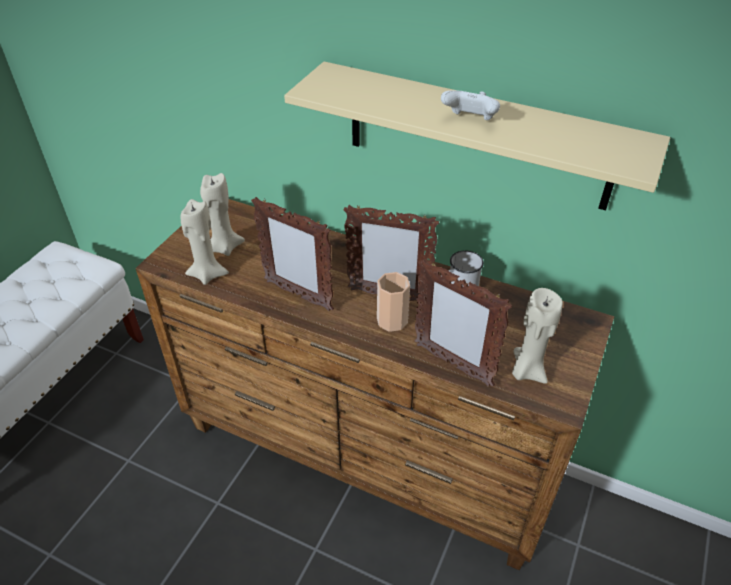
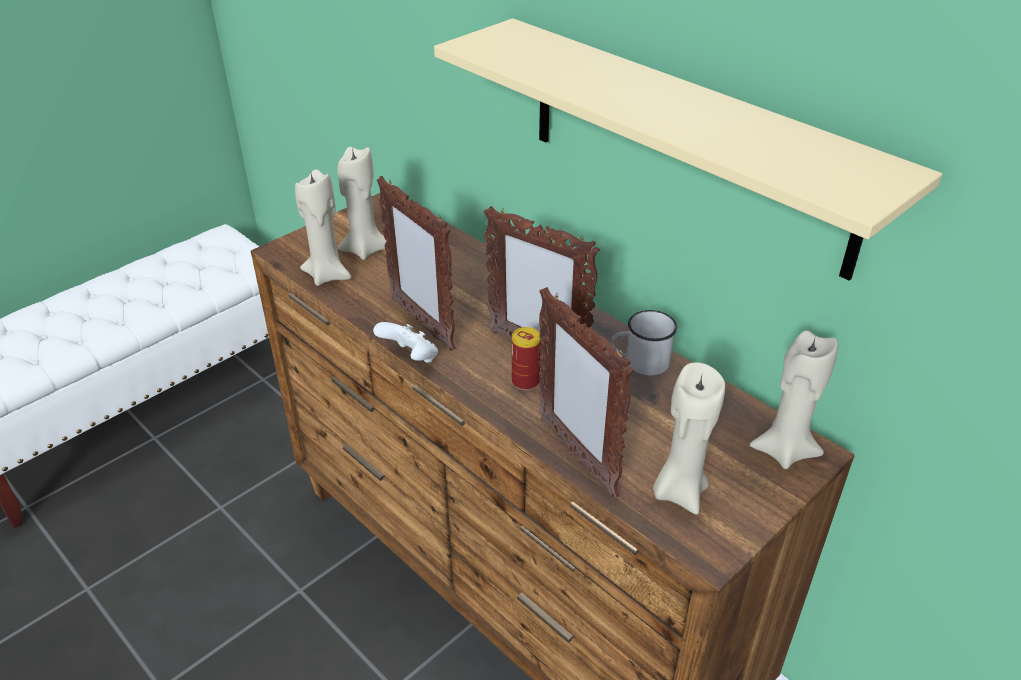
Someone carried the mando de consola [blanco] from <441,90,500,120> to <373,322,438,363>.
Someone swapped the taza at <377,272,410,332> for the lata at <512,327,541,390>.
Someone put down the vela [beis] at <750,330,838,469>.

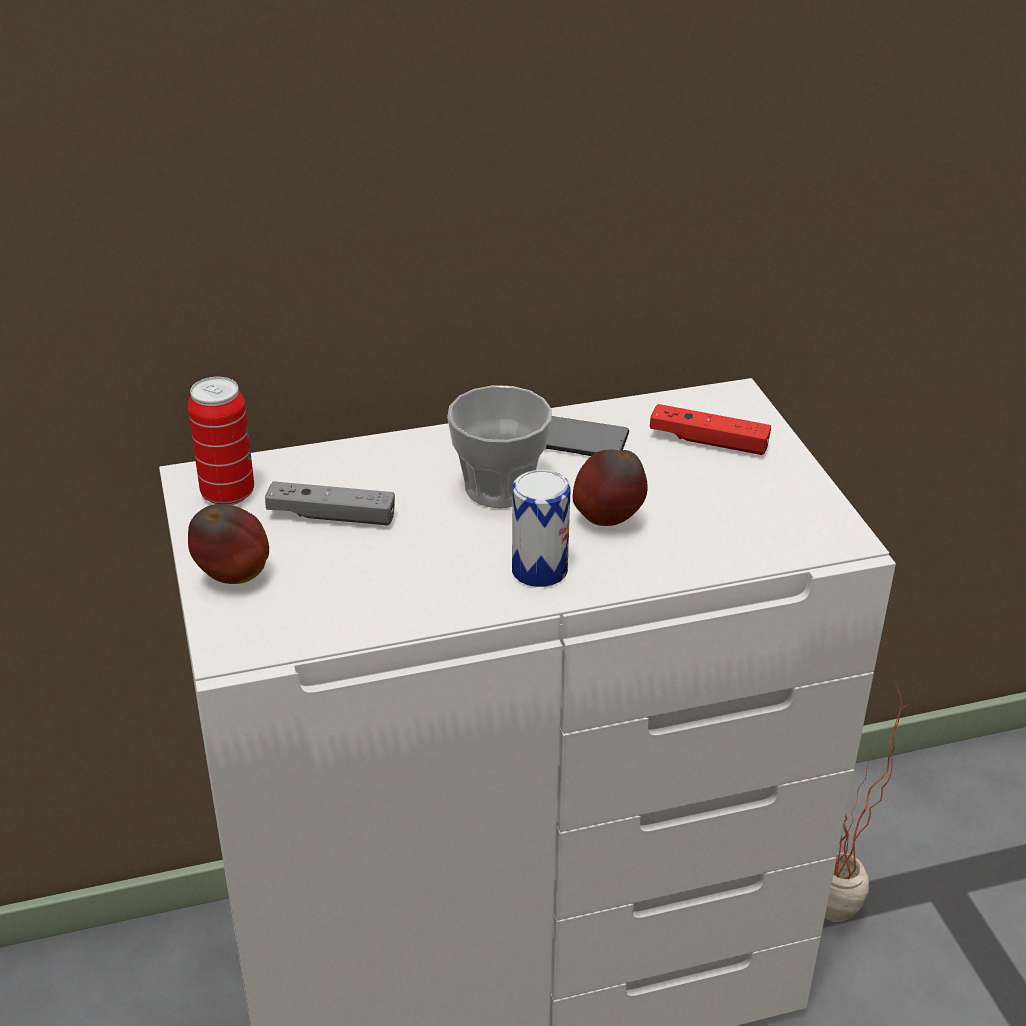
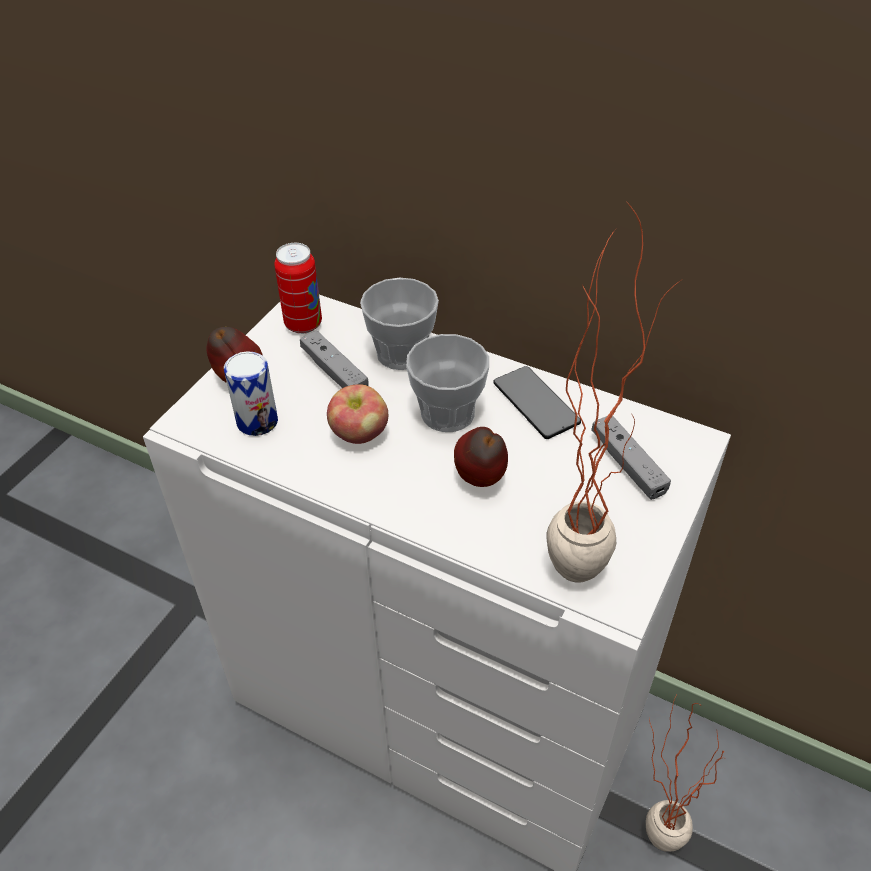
Someone carried the lata from <512,470,571,587> to <224,351,278,436>.
Someone put down the manzana at <327,384,388,444>.
Someone put down the taza at <360,278,439,370>.
Someone put down the planta en maceta at <547,204,680,583>.
Someone repainted the mando de consola [rojo] at <650,404,771,455>, which became the mando de consola [gris] at <591,416,671,500>.

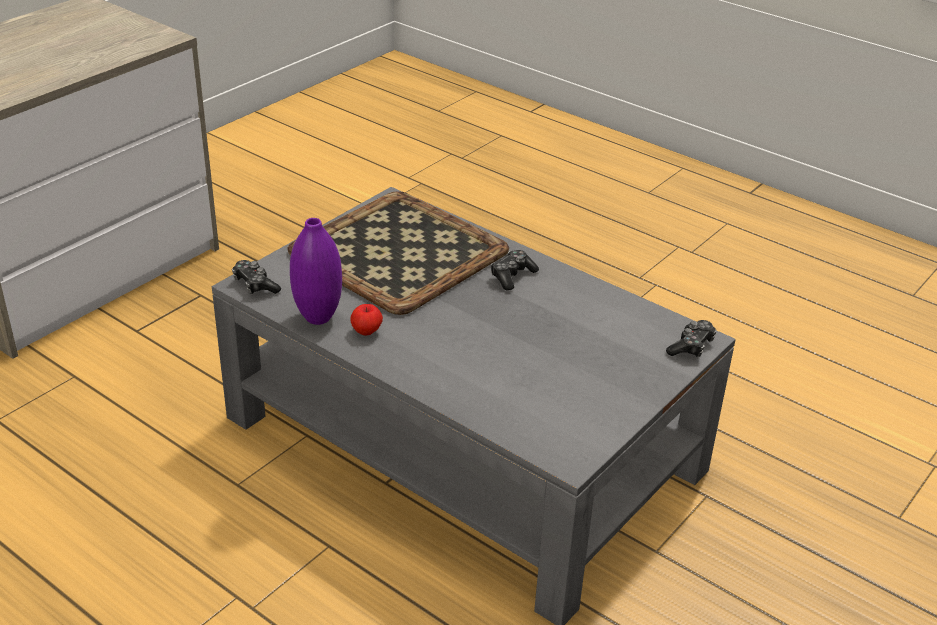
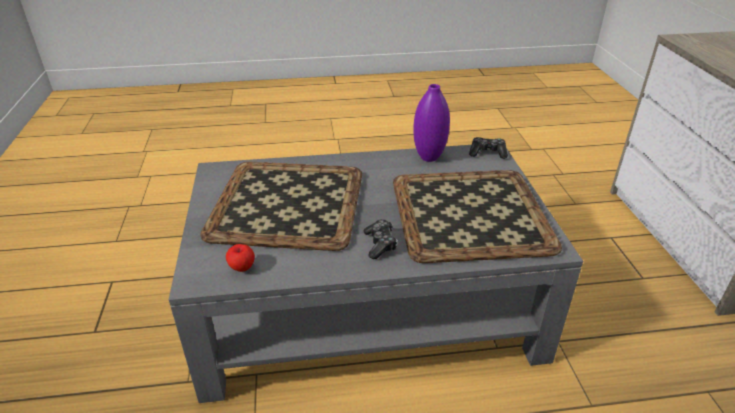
Someone put down the bandeja at <200,162,362,251>.
Someone carried the manzana from <350,304,383,336> to <226,244,255,272>.
Someone took away the mando de consola at <666,320,717,357>.

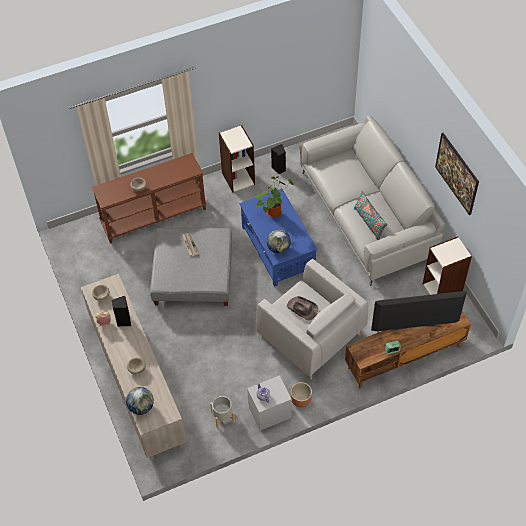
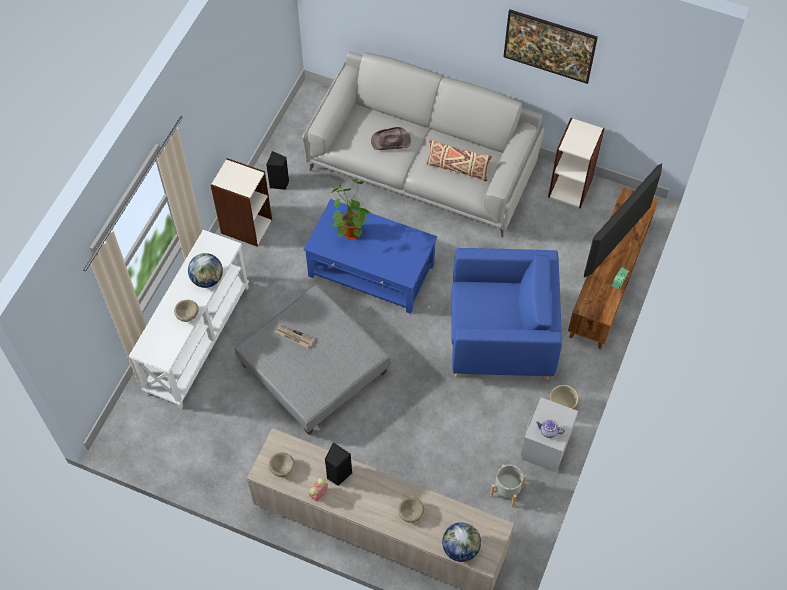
Someone repainted the mesa consola [marrón] at <92,153,206,244>, which became the mesa consola [blanco] at <129,230,249,409>.
Someone carried the globo terráqueo from <267,229,291,254> to <188,253,223,288>.
Someone carried the sombrero [marrón] from <287,296,318,321> to <371,127,411,150>.
Someone repainted the cojín [turquesa] at <354,191,387,240>, which became the cojín [beis] at <427,139,492,182>.
Someone repainted the sillón [gris] at <256,259,368,380>, which became the sillón [azul] at <451,248,562,380>.

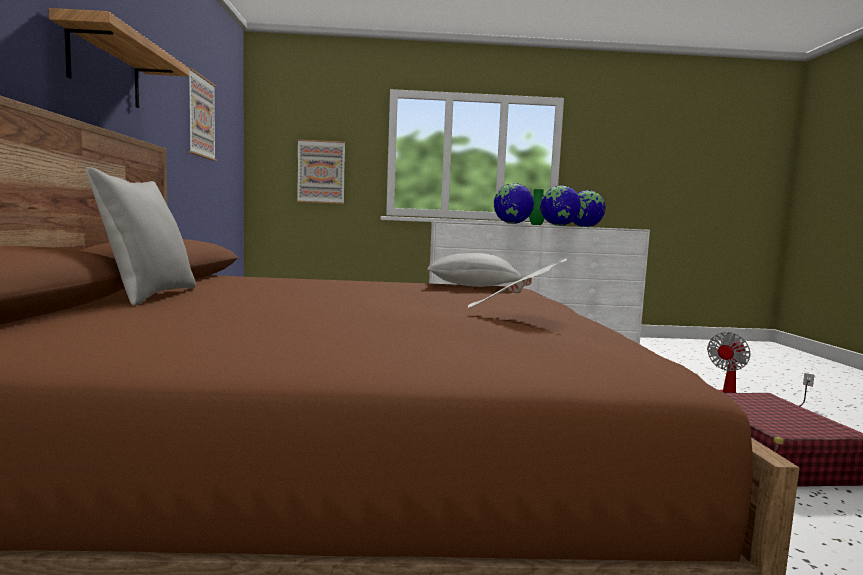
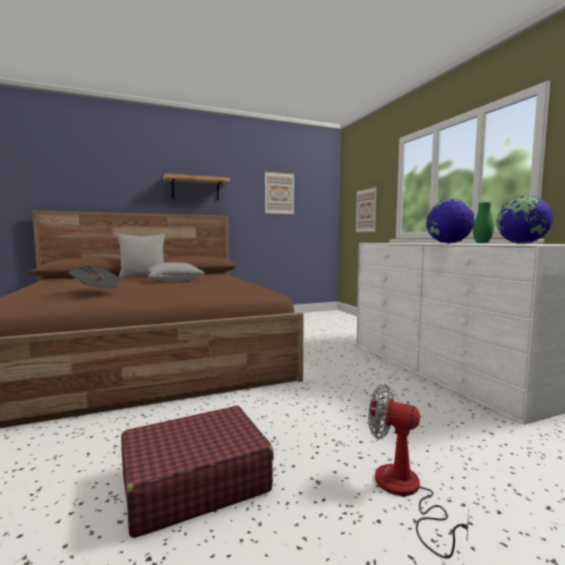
Someone carried the cojín [gris] from <428,253,522,287> to <148,262,204,282>.
Someone took away the globo terráqueo at <494,183,534,224>.

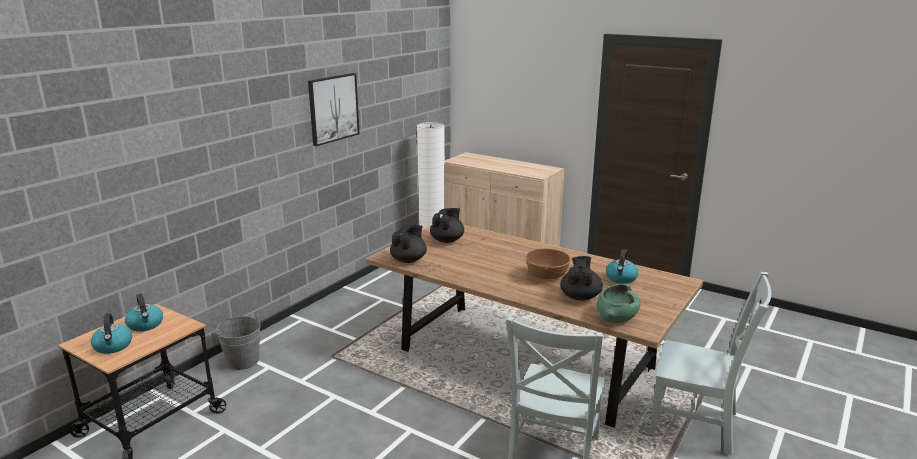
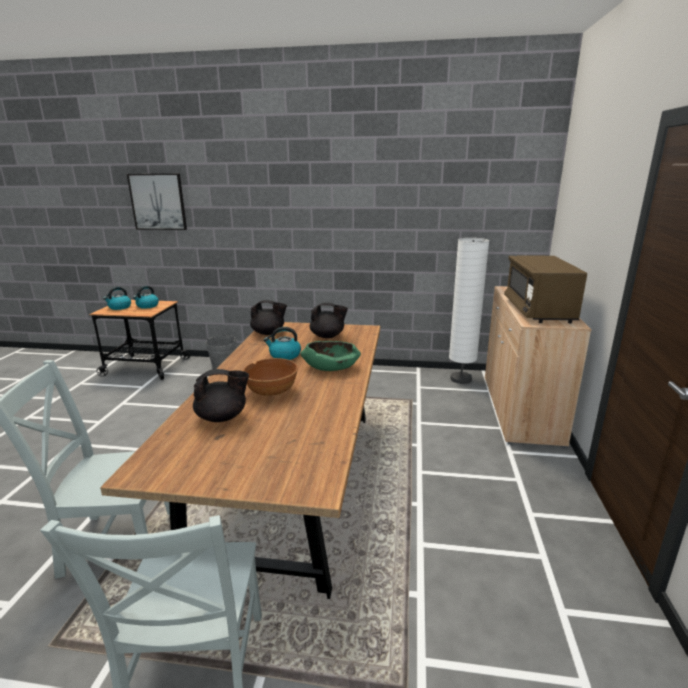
Someone carried the cuadro from <308,73,360,146> to <127,174,187,230>.
Someone carried the hervidor from <606,249,638,283> to <264,327,301,360>.
Someone carried the cuenco [verde] from <596,284,641,323> to <301,341,361,371>.
Someone put down the microondas [marrón] at <504,256,587,324>.

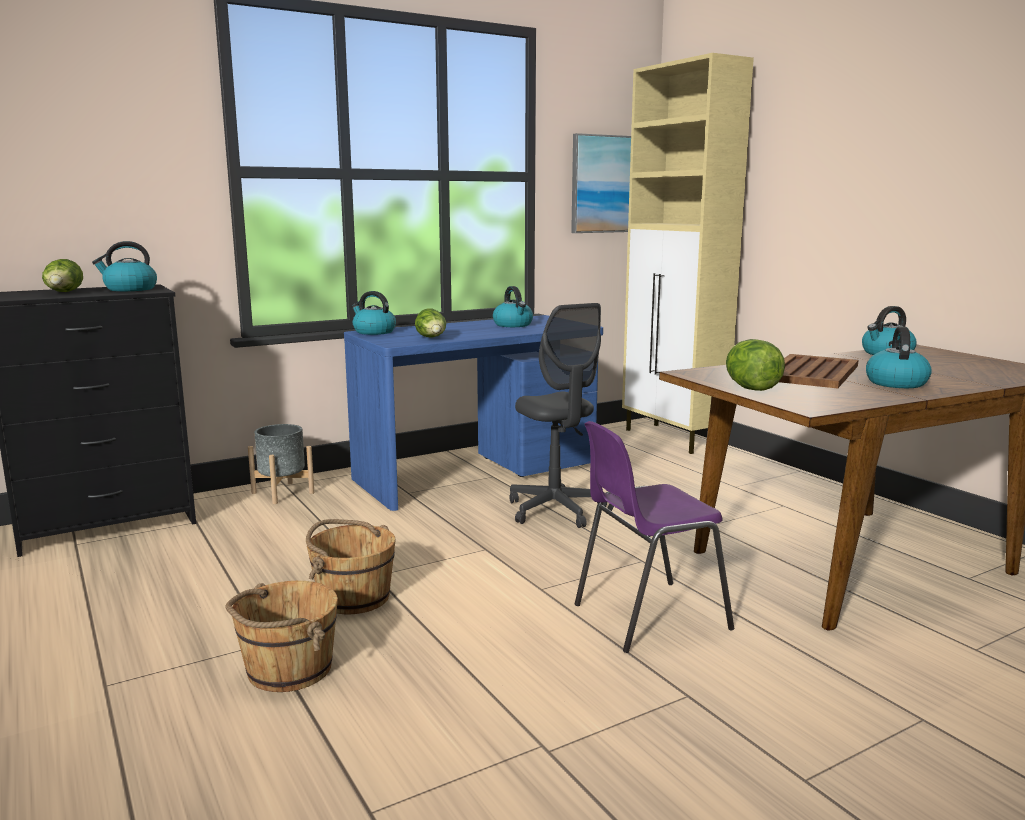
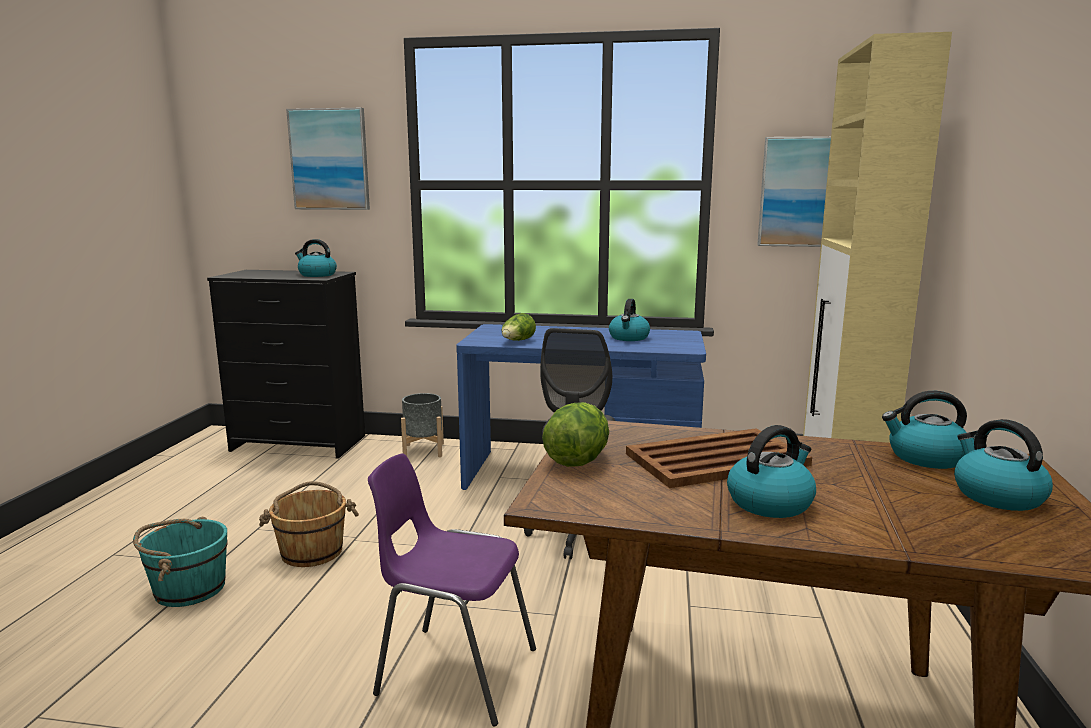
Someone repainted the cubo [marrón] at <225,581,338,692>, which became the cubo [turquesa] at <133,517,228,607>.
Someone put up the cuadro at <286,108,370,210>.
Someone carried the hervidor from <351,291,396,335> to <954,419,1053,511>.
Someone took away the lechuga at <42,259,83,292>.

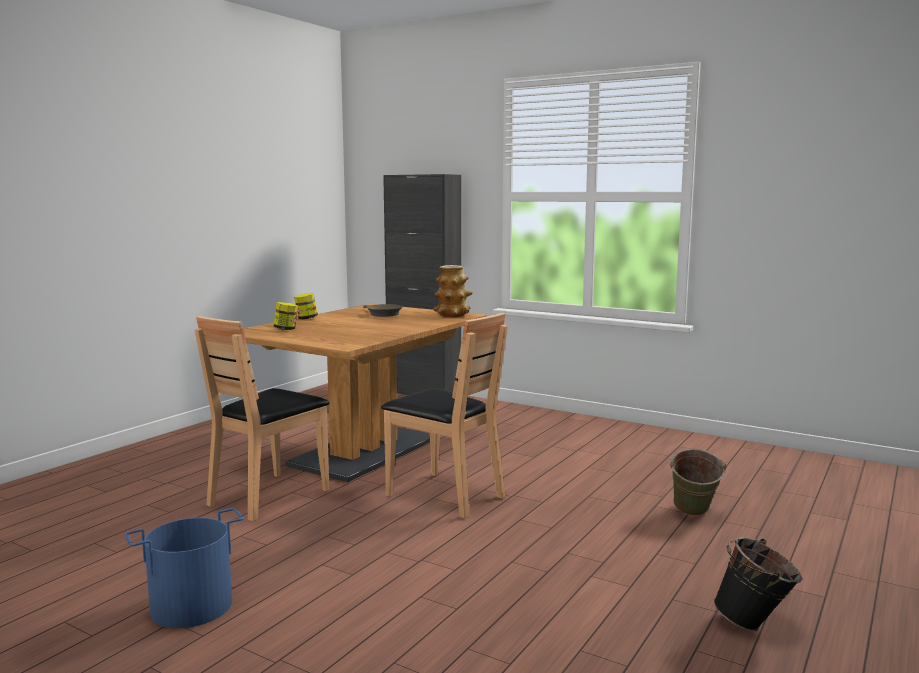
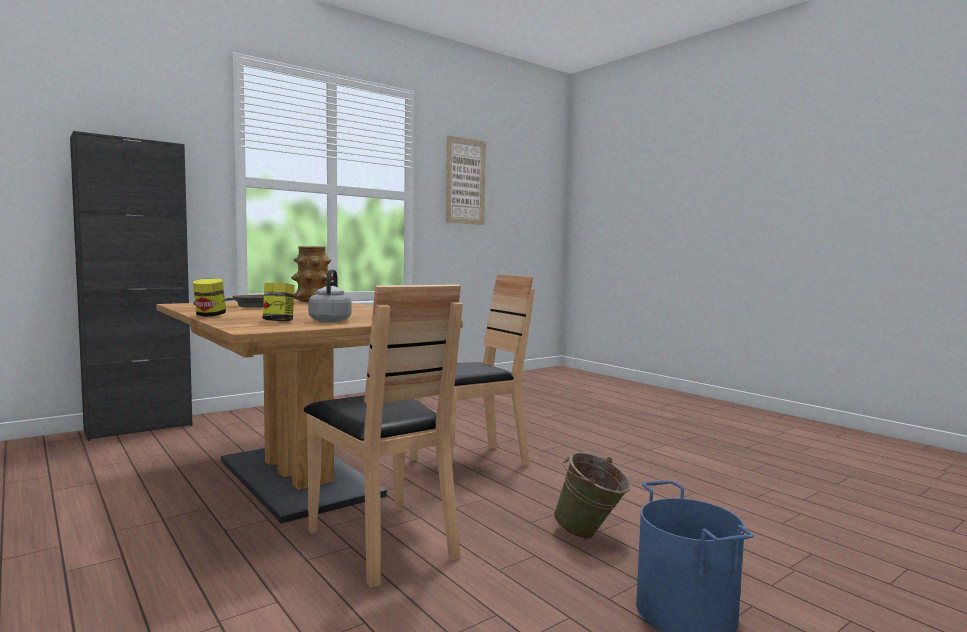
Someone put down the hervidor [gris] at <309,269,351,322>.
Someone put up the cuadro at <446,135,486,225>.
Someone carried the cubo [verde] from <669,449,727,516> to <553,452,631,539>.
Someone took away the cubo [negro] at <714,537,802,631>.

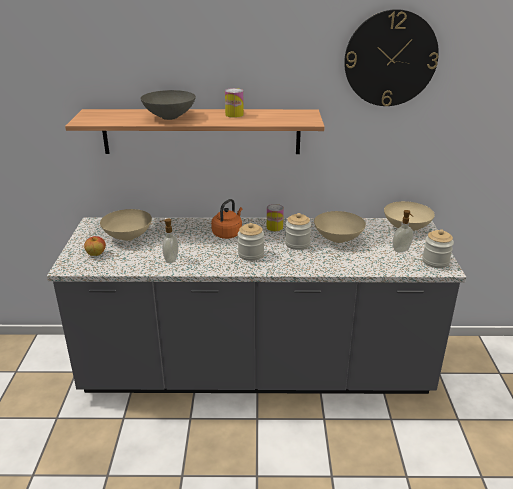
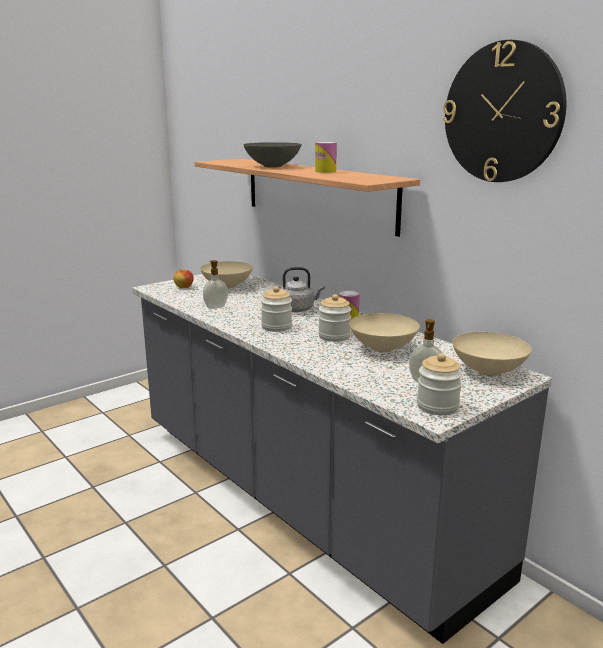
Someone repainted the hervidor [naranja] at <211,199,242,239>, which became the hervidor [gris] at <281,267,325,312>.

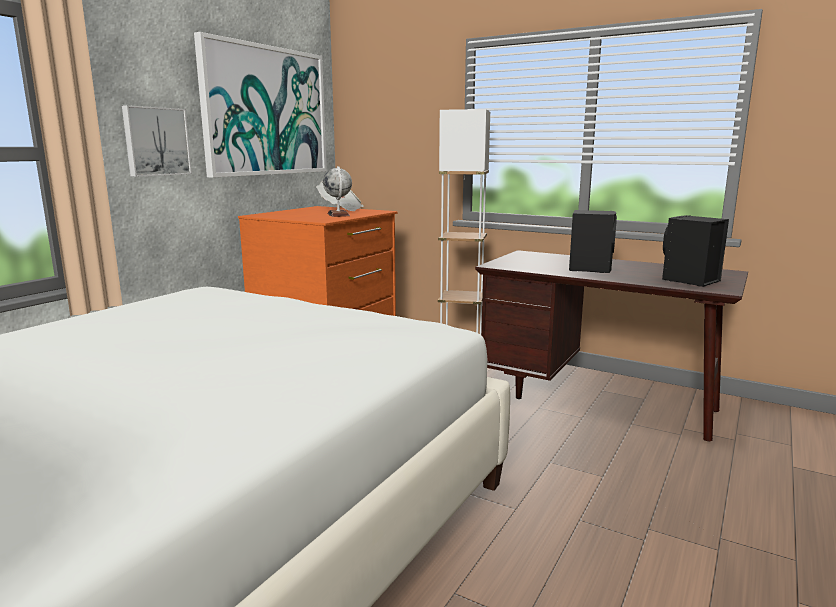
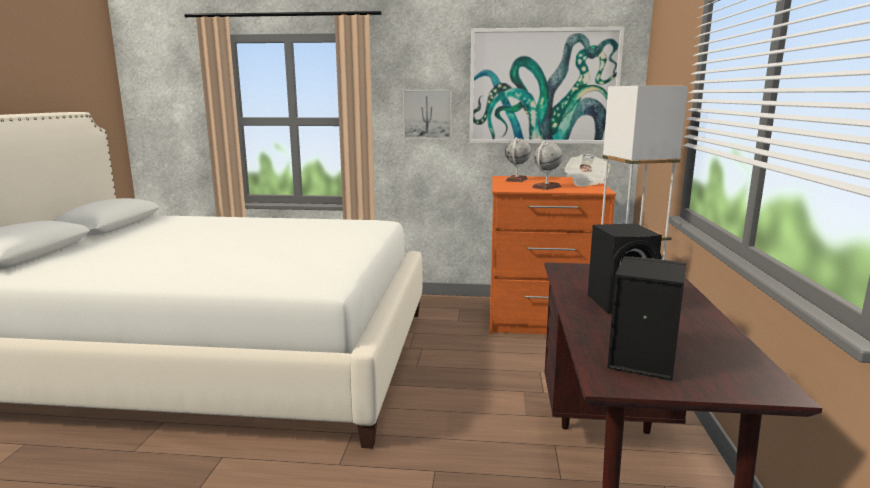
Someone put down the globo terráqueo at <505,137,531,182>.

